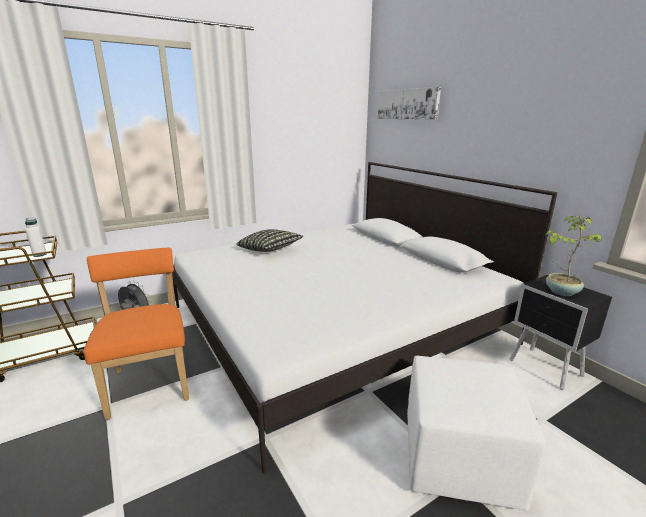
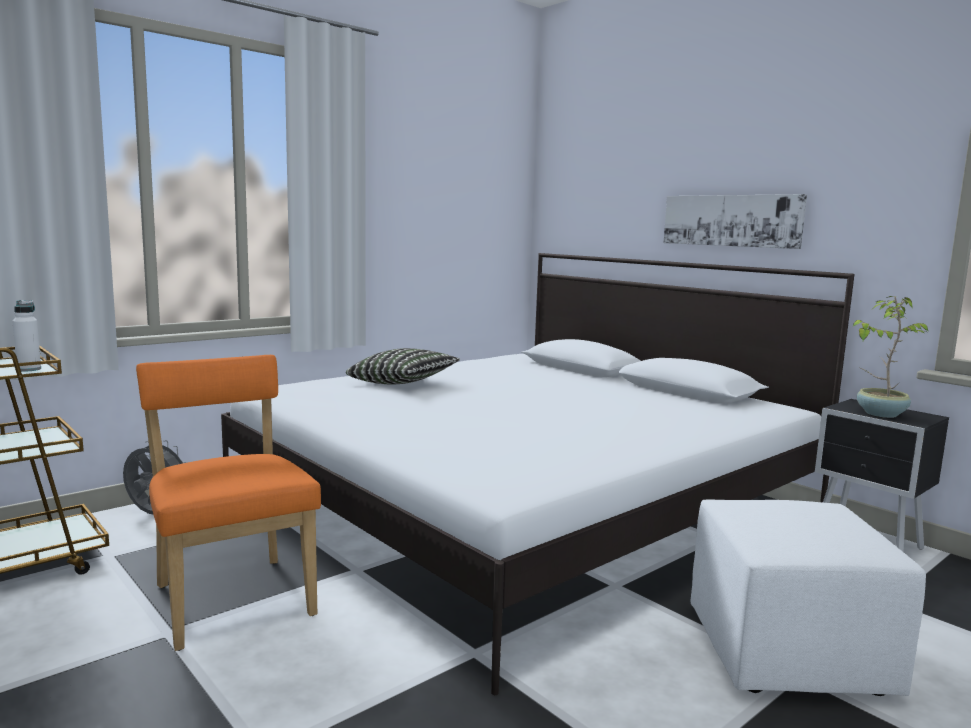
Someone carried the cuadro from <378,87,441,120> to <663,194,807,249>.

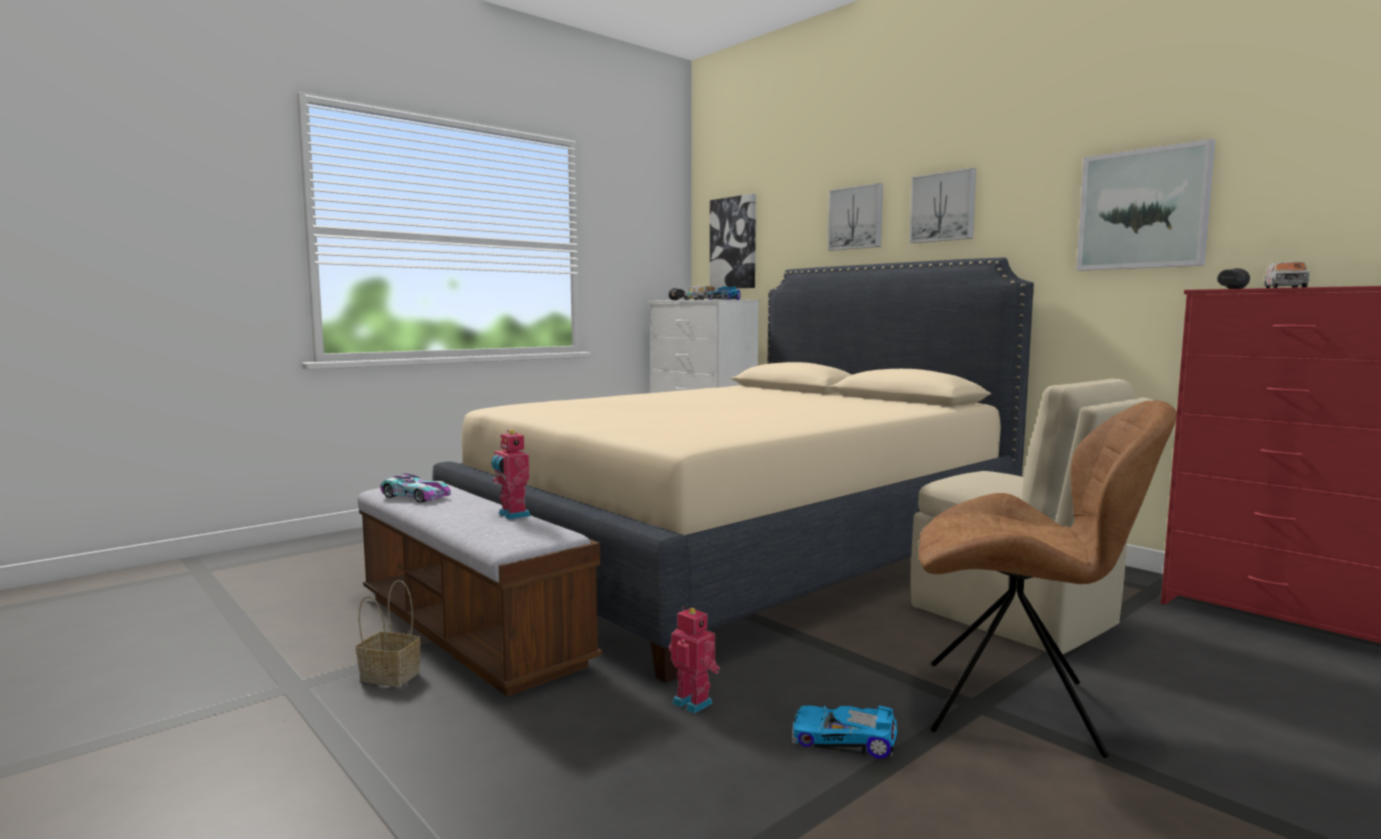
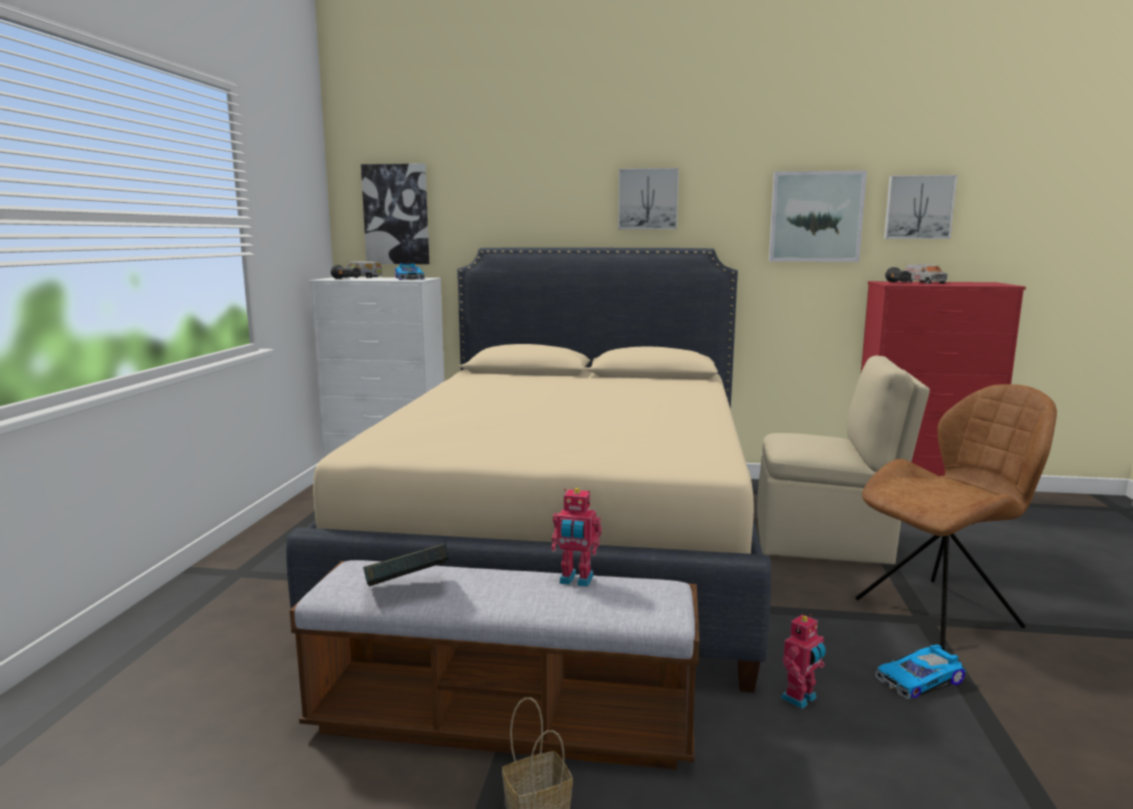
Someone swapped the coche de juguete at <380,473,451,502> for the libro at <363,544,449,587>.
Someone rotated the robot de juguete at <669,606,720,714> by 135 degrees clockwise.
Someone carried the cuadro from <828,183,883,251> to <884,175,957,239>.

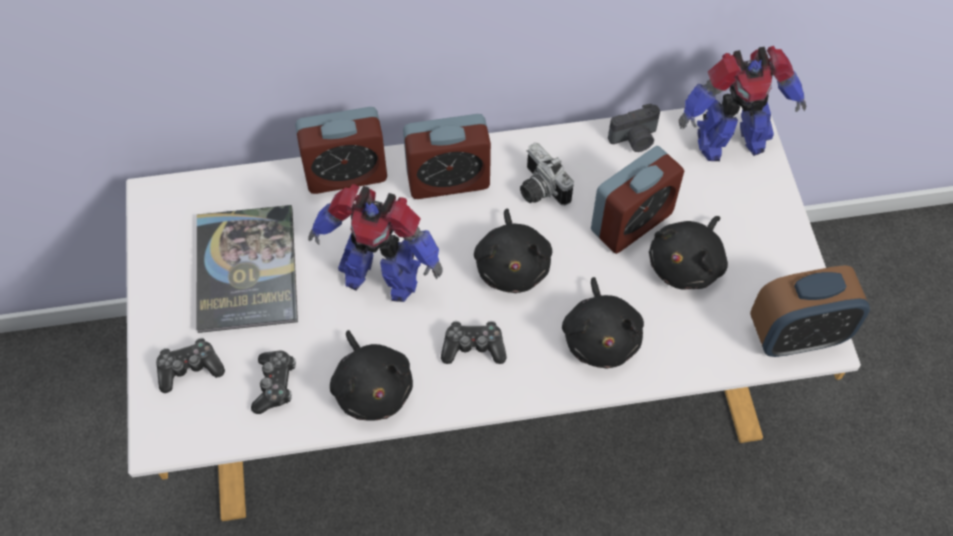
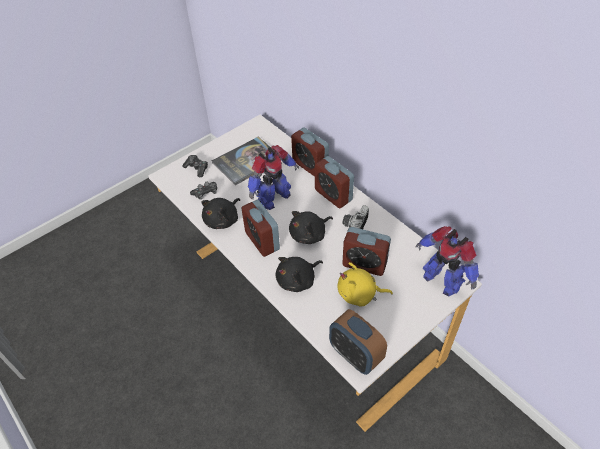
Someone swapped the mando de consola at <441,321,507,364> for the despertador at <241,200,280,257>.
Someone rotated the robot de juguete at <308,184,443,302> by 120 degrees counterclockwise.
Someone repainted the peluche [negro] at <649,216,728,289>, which became the peluche [amarillo] at <338,262,393,306>.
Someone took away the cámara at <608,104,660,152>.

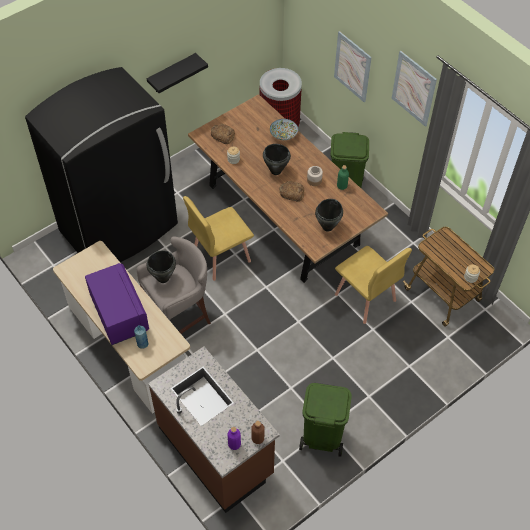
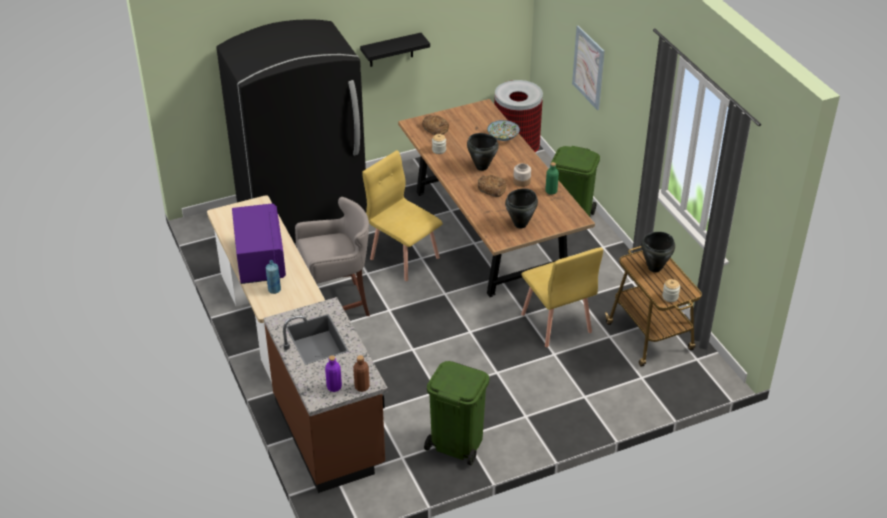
Someone rotated the silla [amarillo] at <183,196,254,281> by 60 degrees clockwise.
Someone carried the olla [negro] from <146,250,176,283> to <641,232,675,272>.
Someone took away the cuadro at <391,51,437,127>.

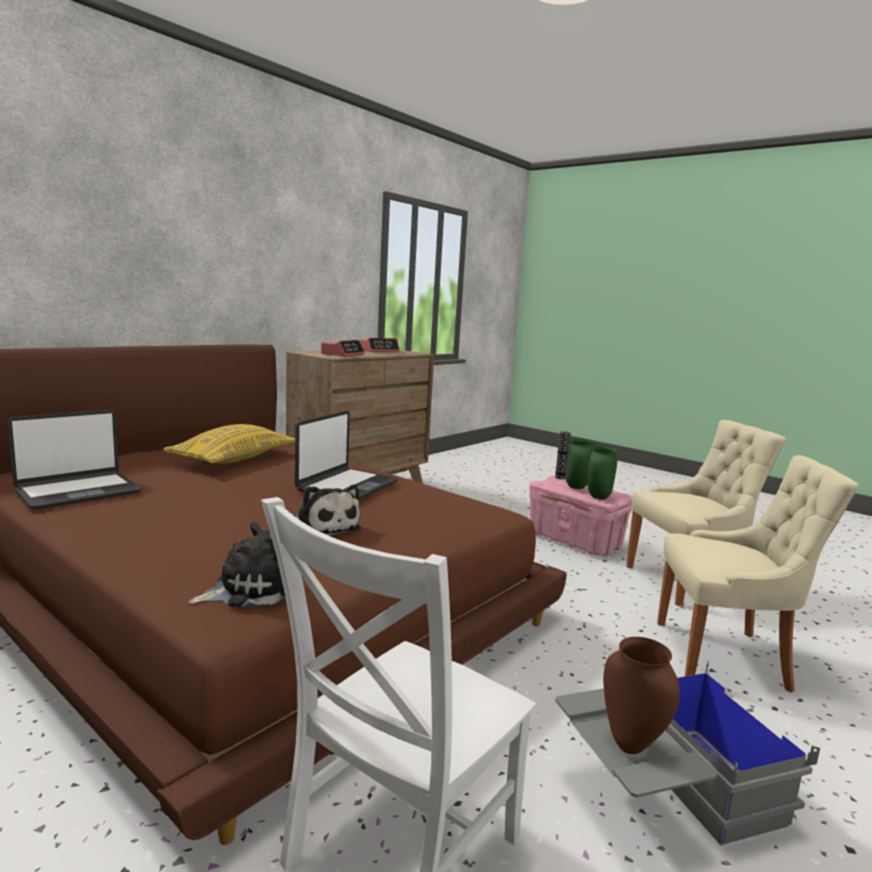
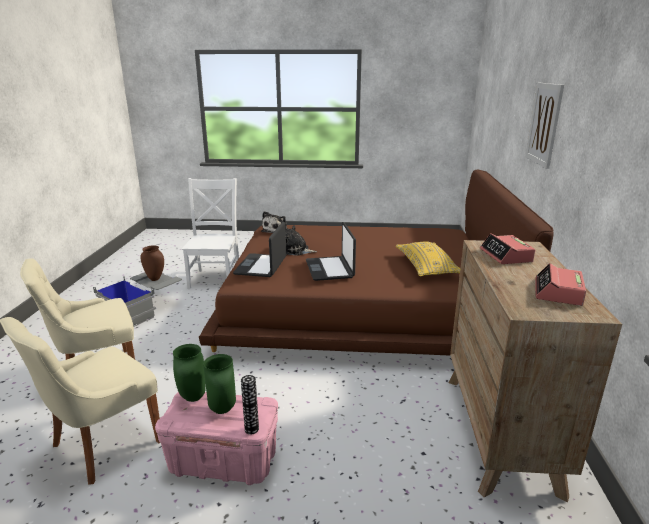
Someone carried the portátil from <7,410,141,510> to <233,222,286,277>.
Someone put up the cuadro at <526,83,564,169>.

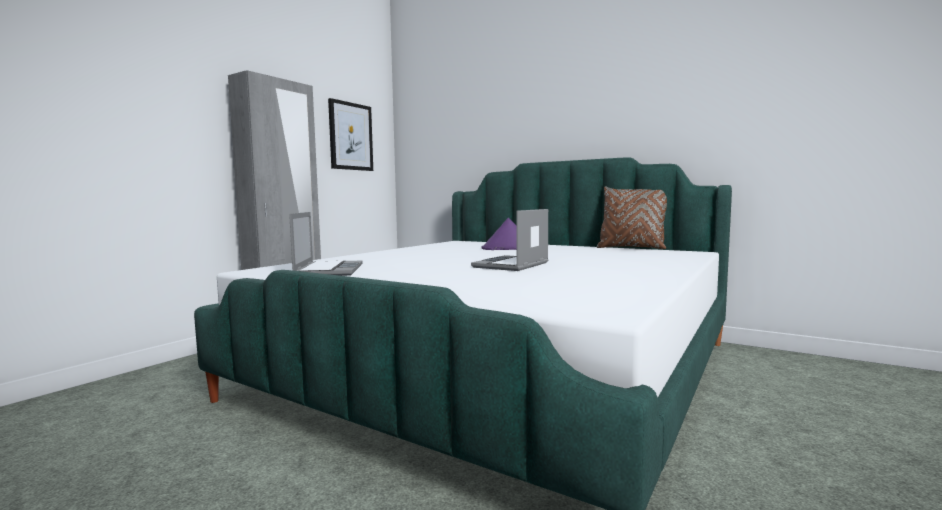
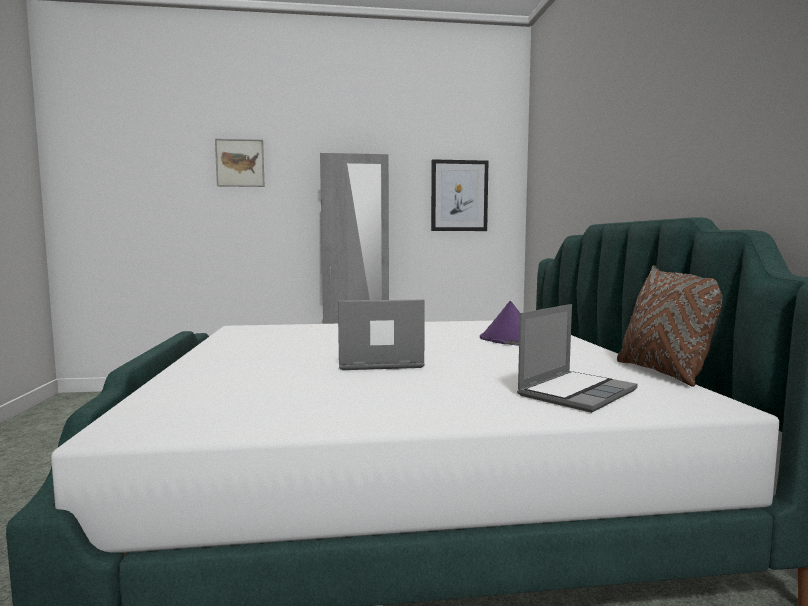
Someone put up the cuadro at <215,138,265,187>.
Someone carried the portátil from <289,212,363,276> to <517,304,638,413>.

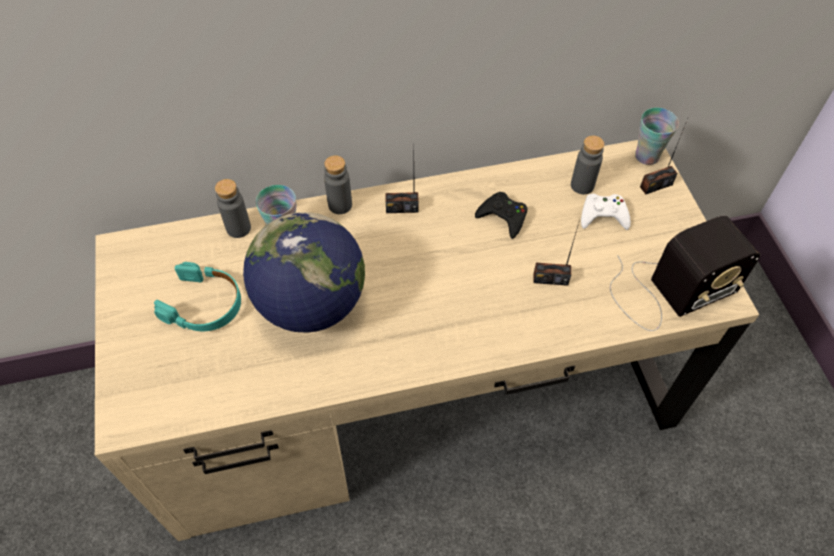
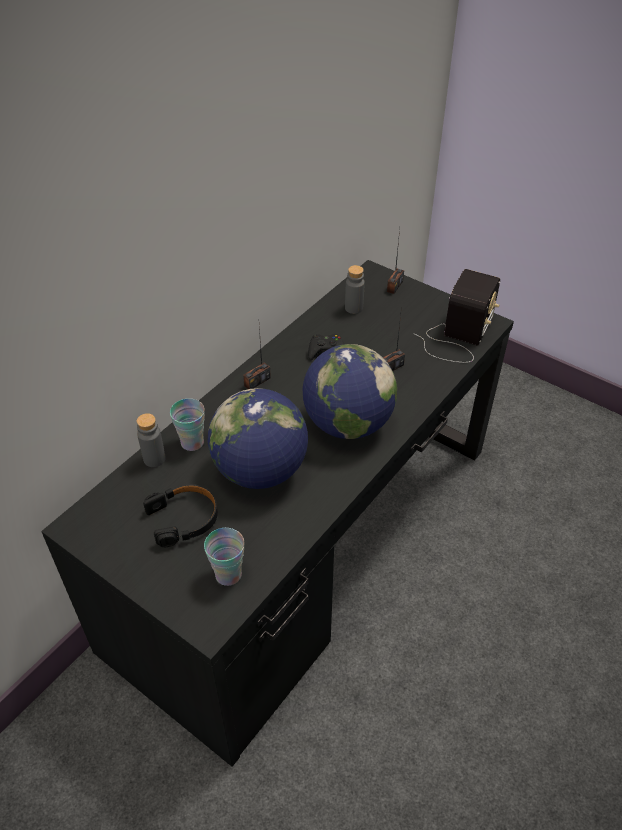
Someone repainted the escritorio [beis] at <95,140,759,541>, which became the escritorio [negro] at <41,260,514,767>.
Someone repainted the auriculares [turquesa] at <154,262,241,331>, which became the auriculares [negro] at <143,484,218,547>.
Someone carried the taza from <635,108,679,165> to <204,528,244,586>.
Someone put down the globo terráqueo at <303,344,397,439>.
Someone took away the botella [gris] at <324,155,352,214>.
Someone took away the mando de consola [blanco] at <581,194,631,230>.

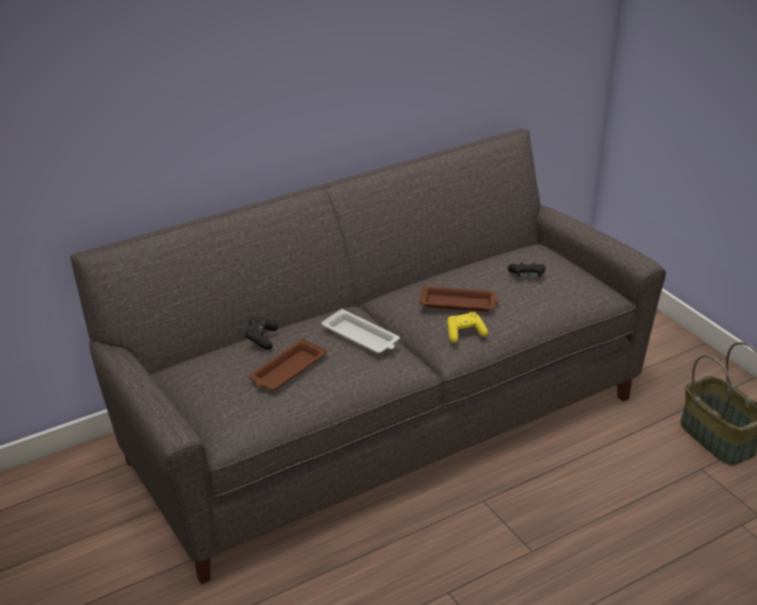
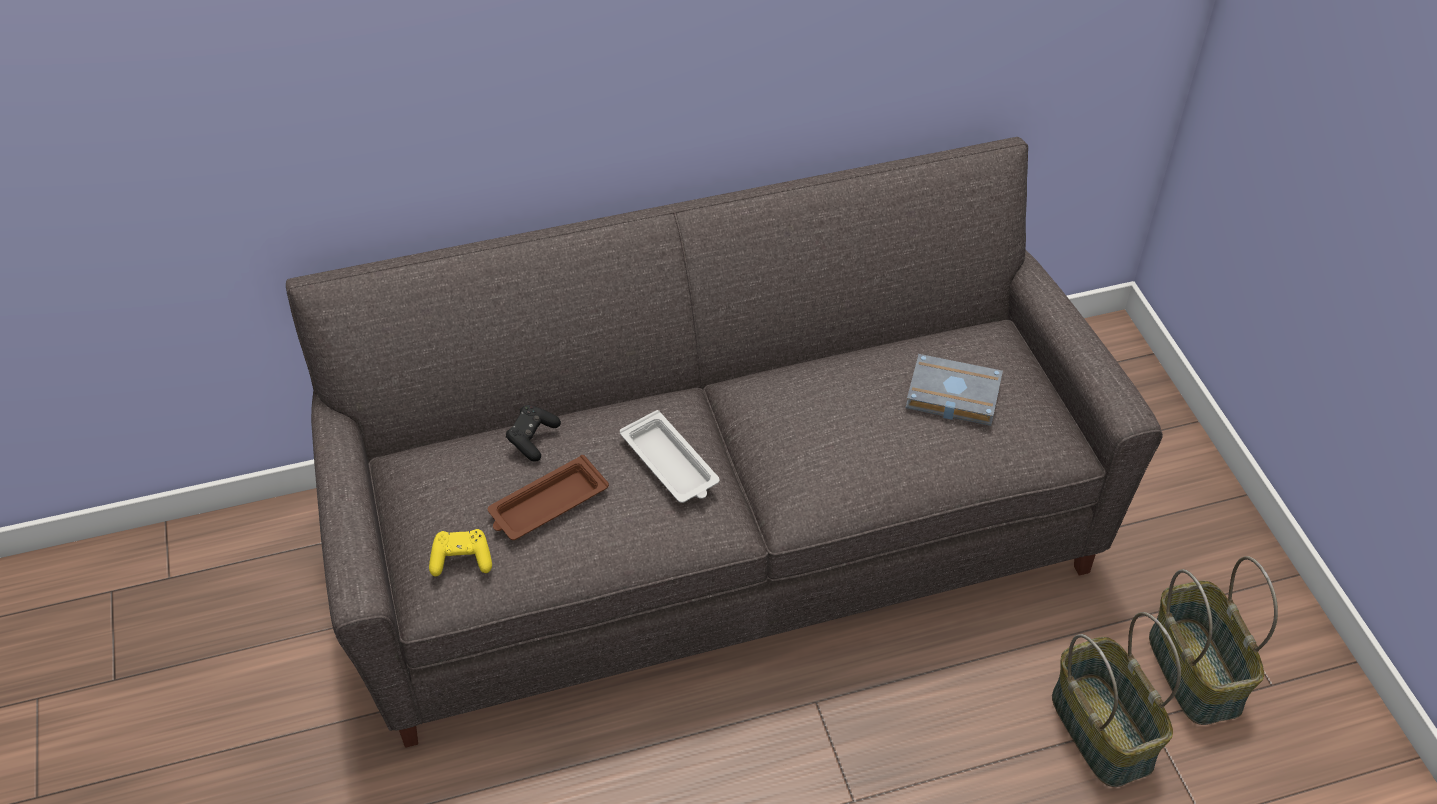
Someone carried the mando de consola [amarillo] from <447,312,488,343> to <429,529,492,576>.
Someone swapped the mando de consola [negro] at <508,262,546,277> for the libro [gris] at <906,354,1003,426>.
Someone put down the cesta at <1052,612,1181,787>.
Someone took away the bandeja [marrón] at <419,285,499,312>.

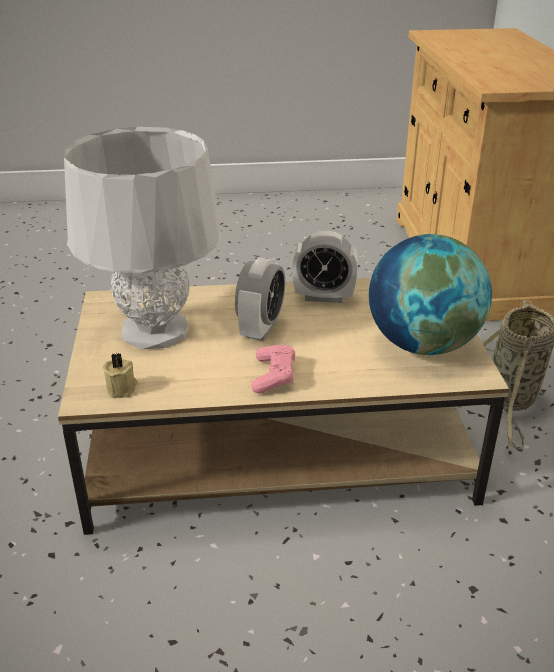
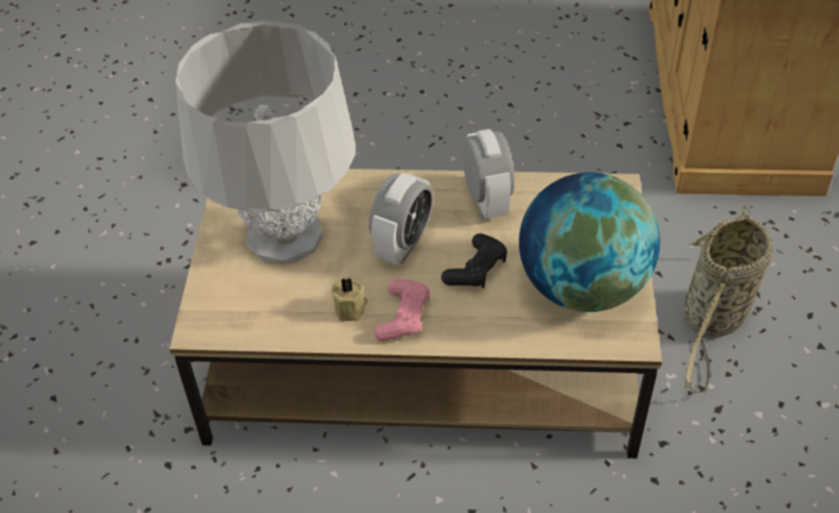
Someone carried the vela [beis] from <103,353,138,398> to <331,277,367,321>.
Someone put down the mando de consola [negro] at <441,233,507,288>.
Someone rotated the despertador at <292,231,358,303> by 120 degrees counterclockwise.

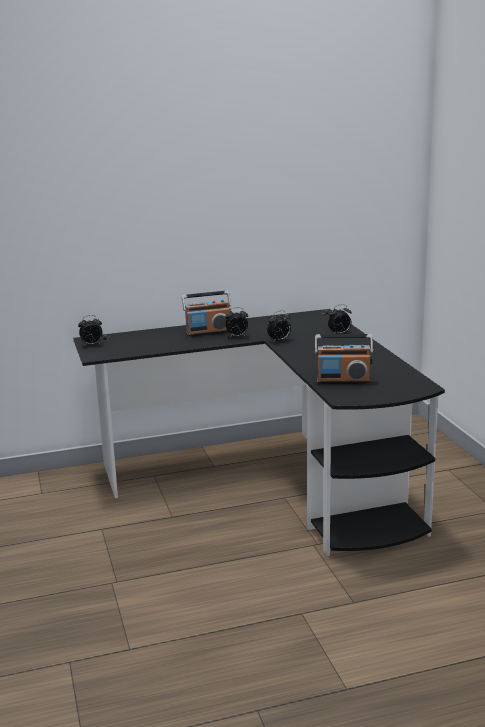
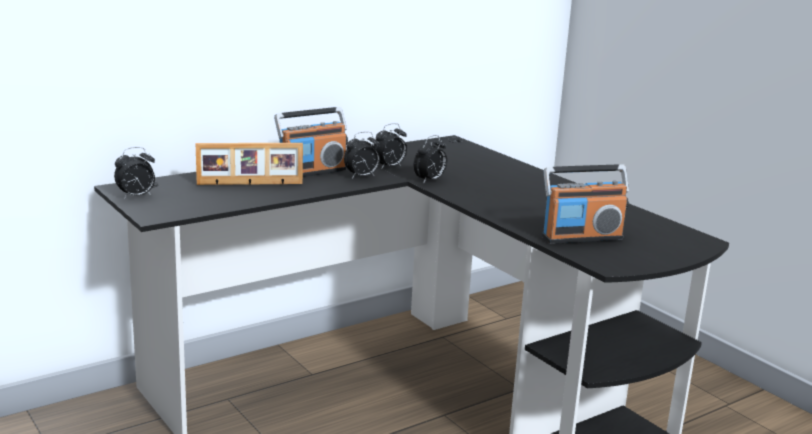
Someone put down the portarretratos at <196,143,303,185>.
Someone carried the despertador from <328,304,352,334> to <373,123,407,169>.

